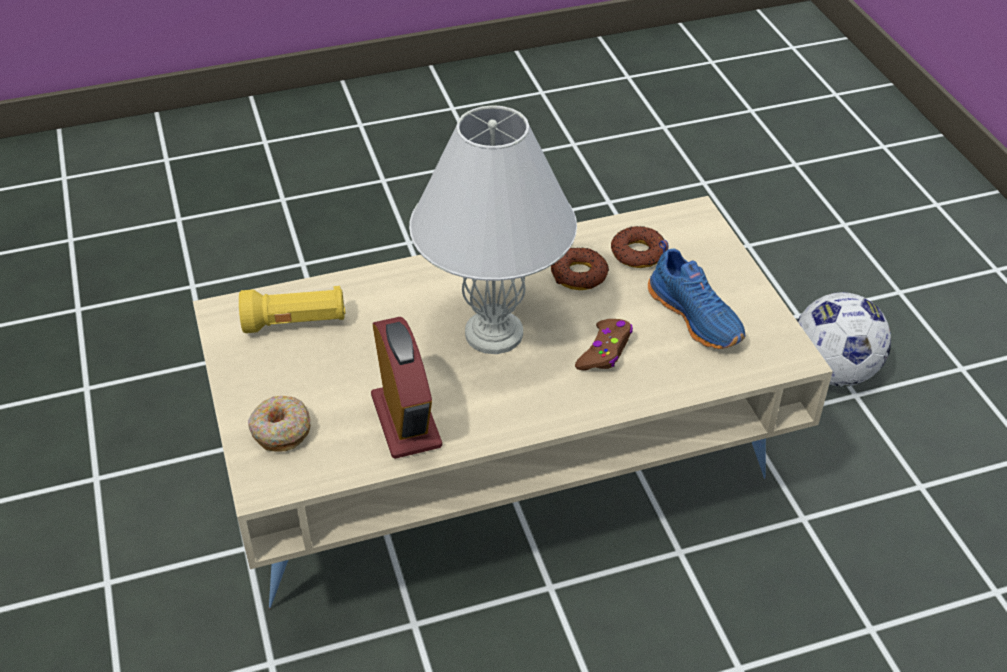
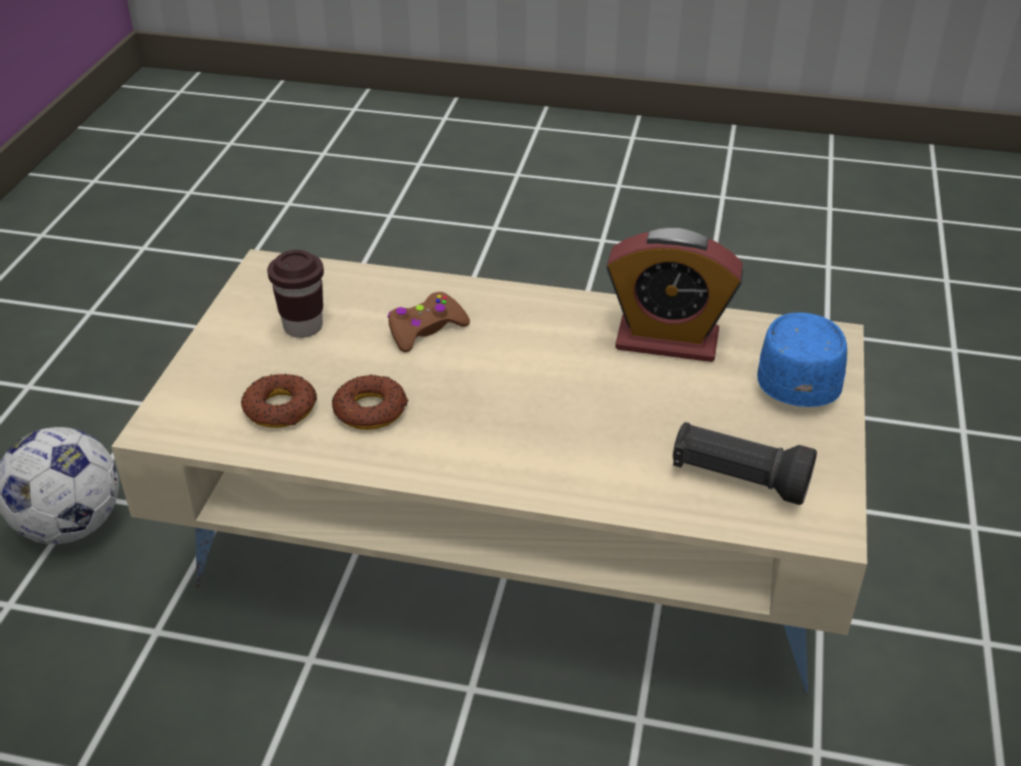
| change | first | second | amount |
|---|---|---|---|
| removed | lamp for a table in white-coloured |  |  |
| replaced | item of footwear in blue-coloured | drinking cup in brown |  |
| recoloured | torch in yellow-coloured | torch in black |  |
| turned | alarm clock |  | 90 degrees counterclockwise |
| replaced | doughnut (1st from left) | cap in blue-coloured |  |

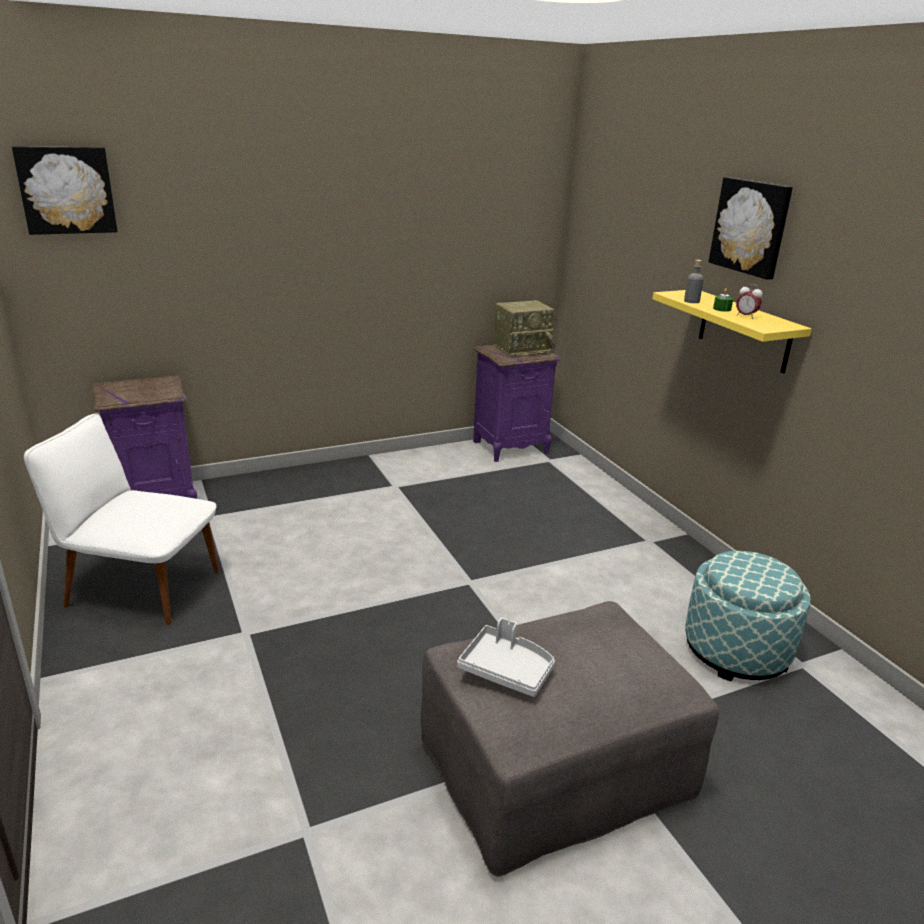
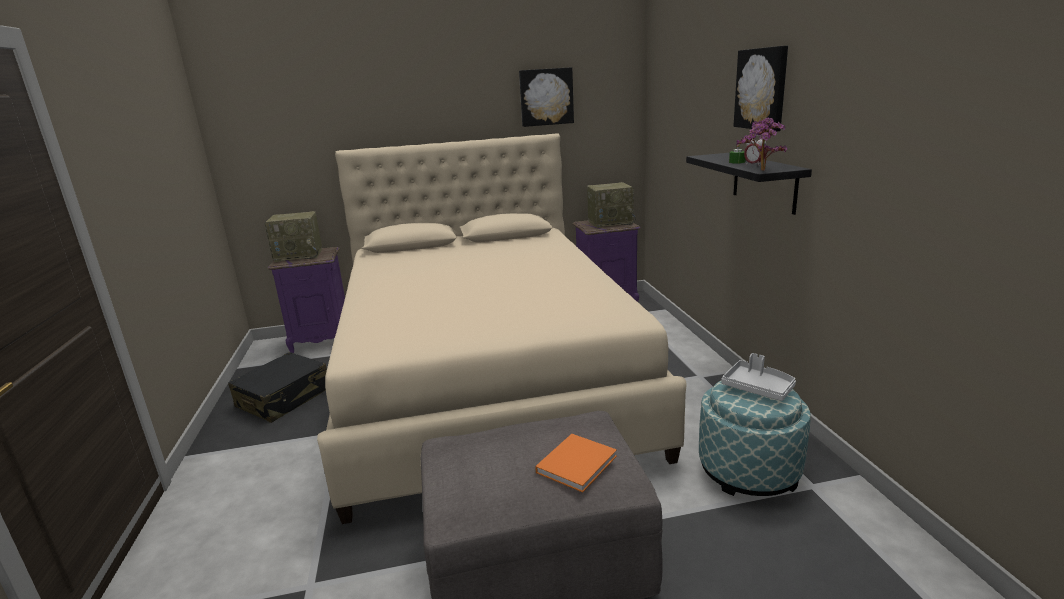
| change | first | second | amount |
|---|---|---|---|
| moved | wall picture (1st from left) |  |  |
| removed | bottle in grey |  |  |
| recoloured | wall shelf in yellow-coloured | wall shelf in black |  |
| replaced | chair in white-coloured | suitcase in black |  |
| moved | carrying tray in grey |  |  |
| added |  | potted plant |  |
| added |  | sleeping bed in beige |  |
| added |  | radio set (1st from left) |  |
| added |  | book in orange-coloured |  |

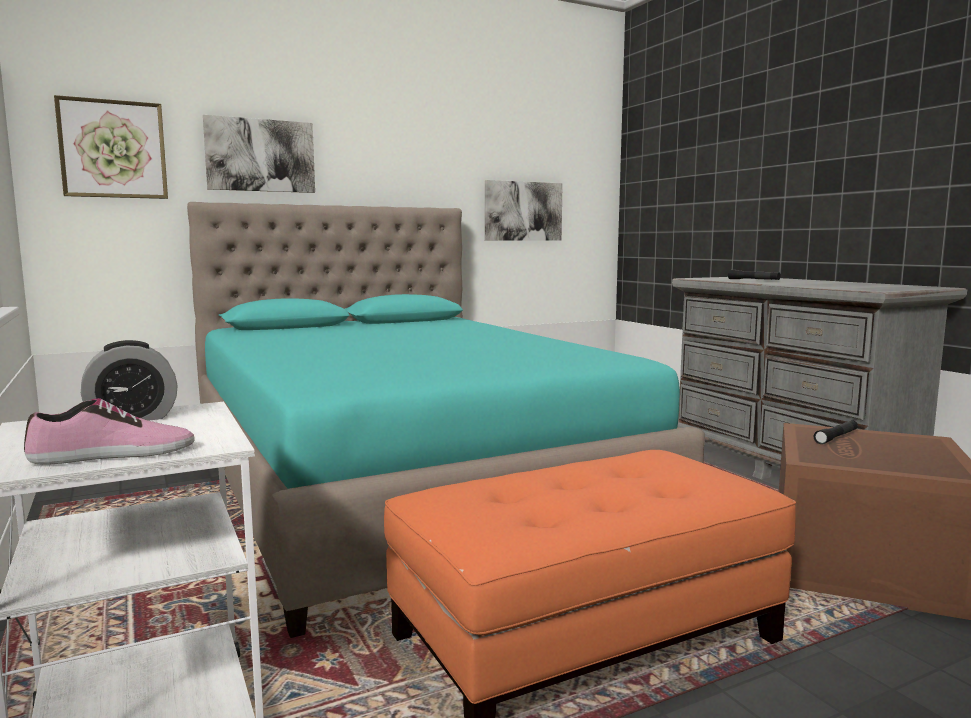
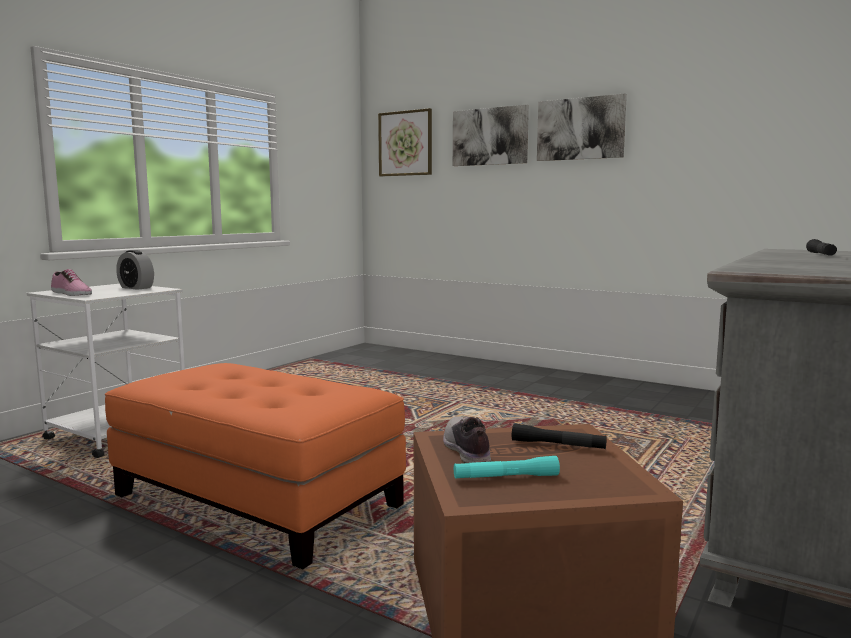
| change | first | second | amount |
|---|---|---|---|
| moved | wall picture (3rd from left) |  |  |
| removed | sleeping bed in turquoise-coloured |  |  |
| added |  | item of footwear (2nd from left) |  |
| added |  | torch in turquoise-coloured |  |

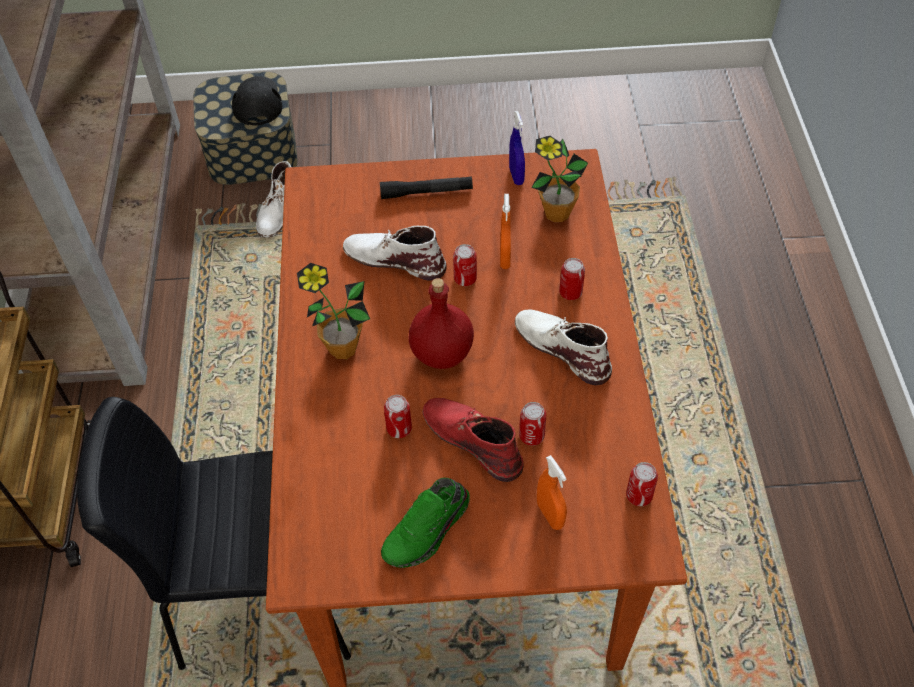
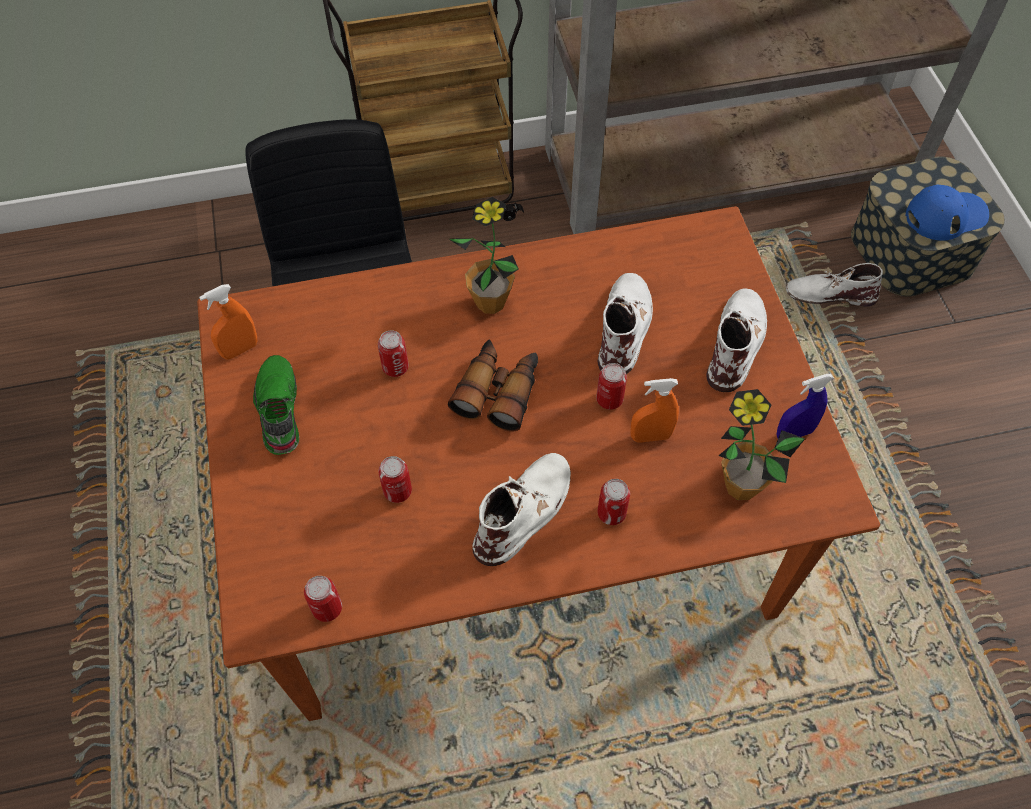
| change | first | second | amount |
|---|---|---|---|
| recoloured | cap in black | cap in blue-coloured |  |
| replaced | torch in black | tall boot in white-coloured (3rd from left) |  |
| replaced | bottle in reddish | pair of binoculars |  |
| removed | tall boot in reddish |  |  |
| moved | spray bottle in orange-coloured (2nd from left in the first image) | spray bottle in orange-coloured (1st from left) |  |
| turned | item of footwear in green |  | 45 degrees clockwise |

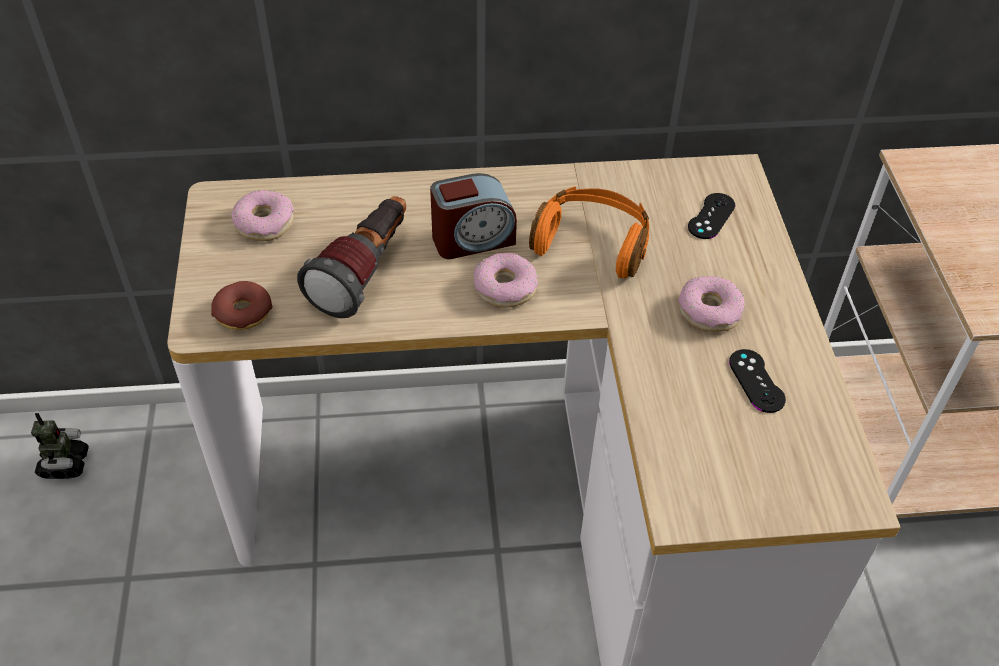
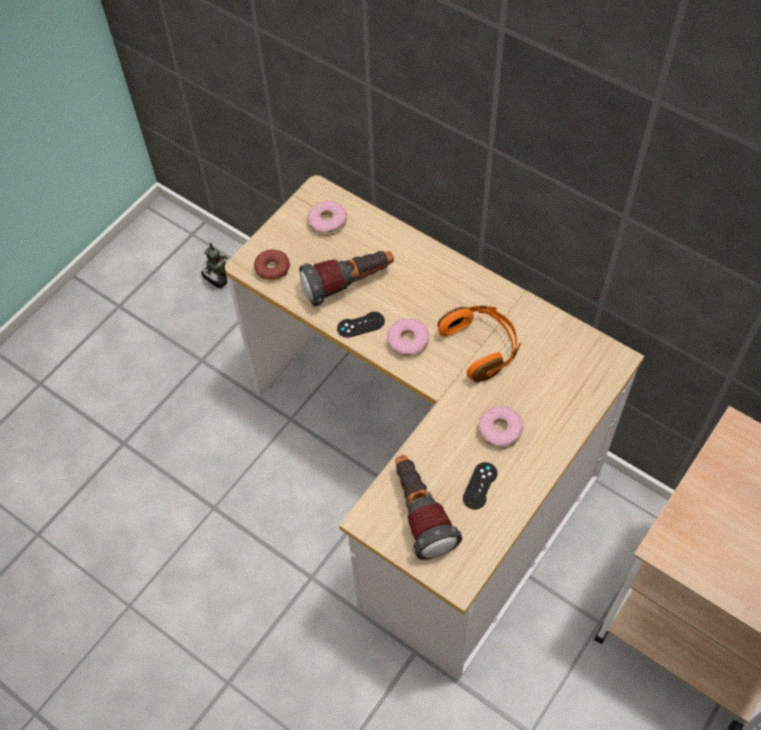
| change | first | second | amount |
|---|---|---|---|
| removed | alarm clock |  |  |
| moved | gamepad in black (1st from left) |  |  |
| added |  | torch (2nd from left) |  |

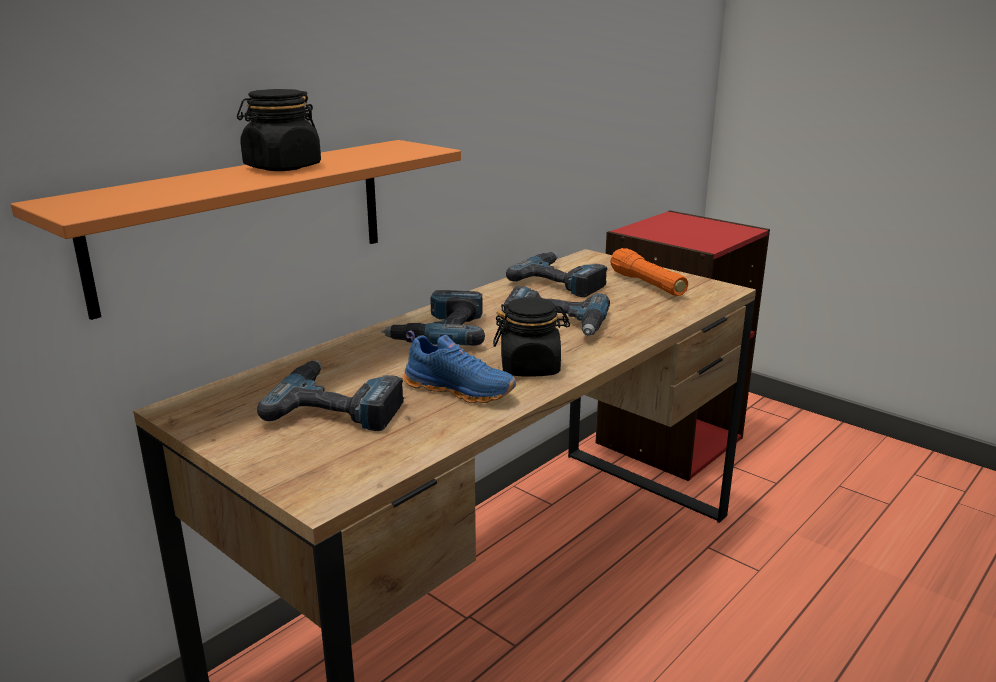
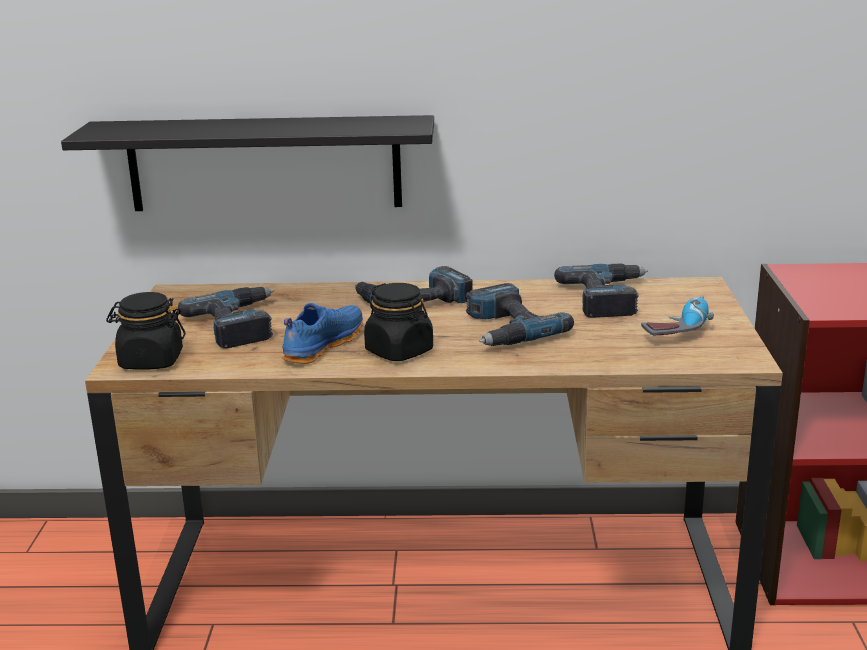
| change | first | second | amount |
|---|---|---|---|
| moved | preserve jar in black (1st from left) |  |  |
| recoloured | wall shelf in orange-coloured | wall shelf in black |  |
| replaced | torch in orange-coloured | drill (5th from left) |  |
| turned | item of footwear in blue-coloured |  | 135 degrees counterclockwise |

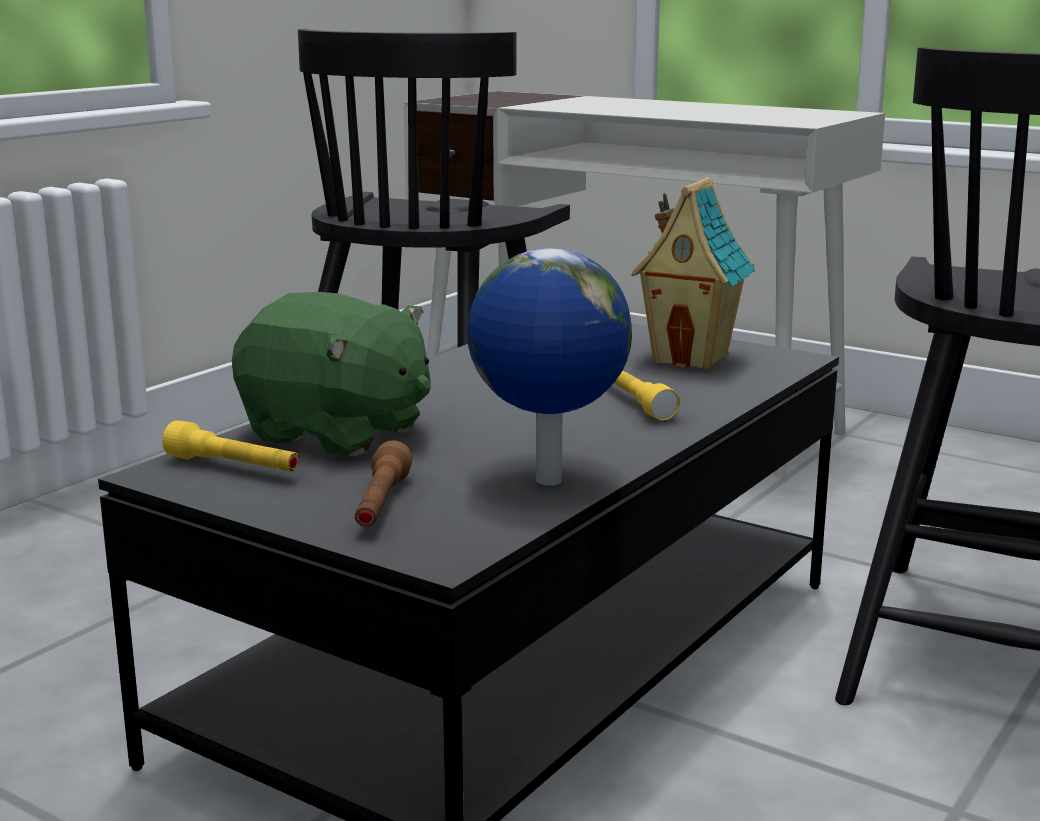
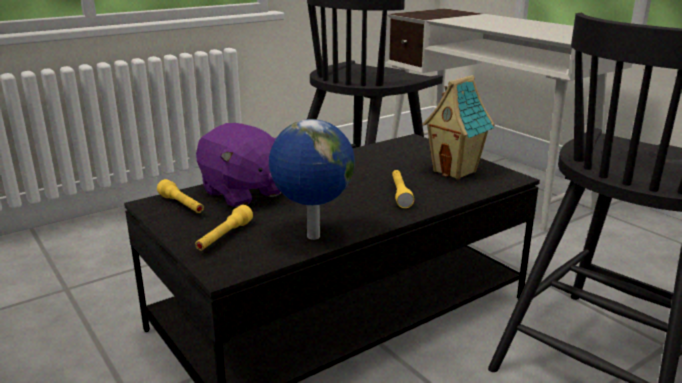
| change | first | second | amount |
|---|---|---|---|
| recoloured | soft toy in green | soft toy in purplish |  |
| recoloured | torch in brown | torch in yellow-coloured (2nd from left) |  |

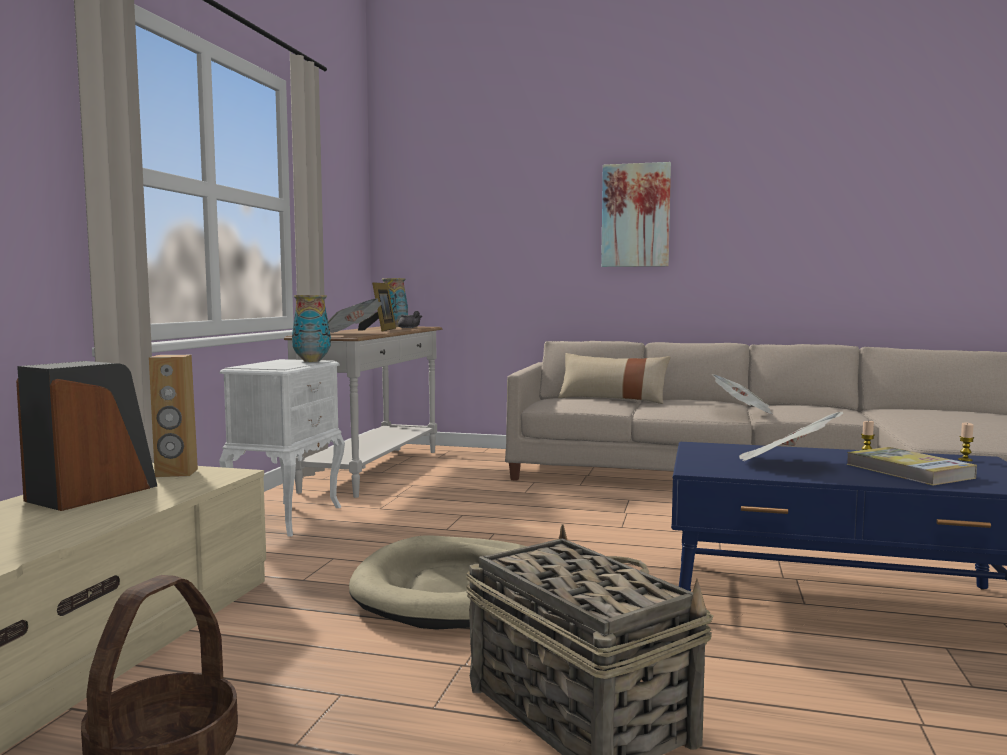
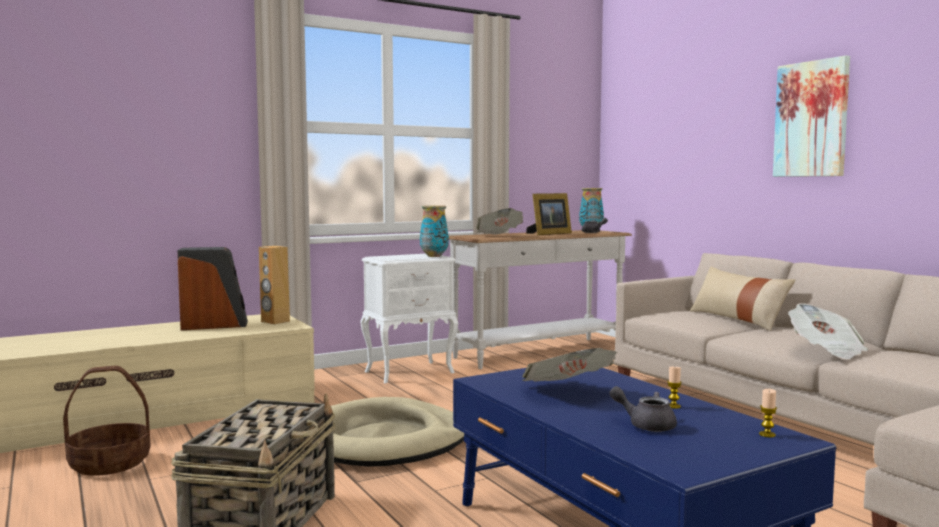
| change | first | second | amount |
|---|---|---|---|
| replaced | book | tea pot in grey (2nd from left) |  |

